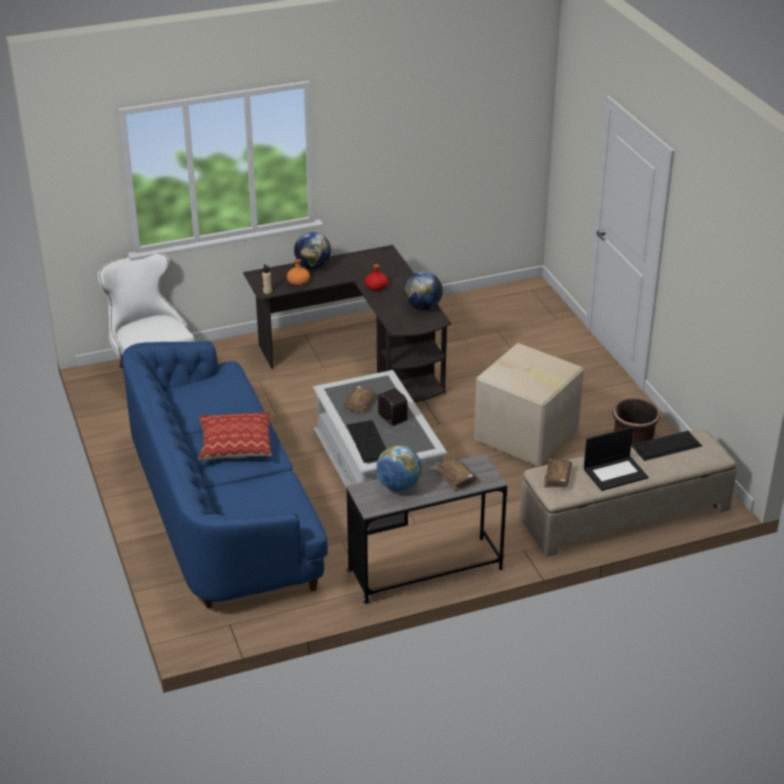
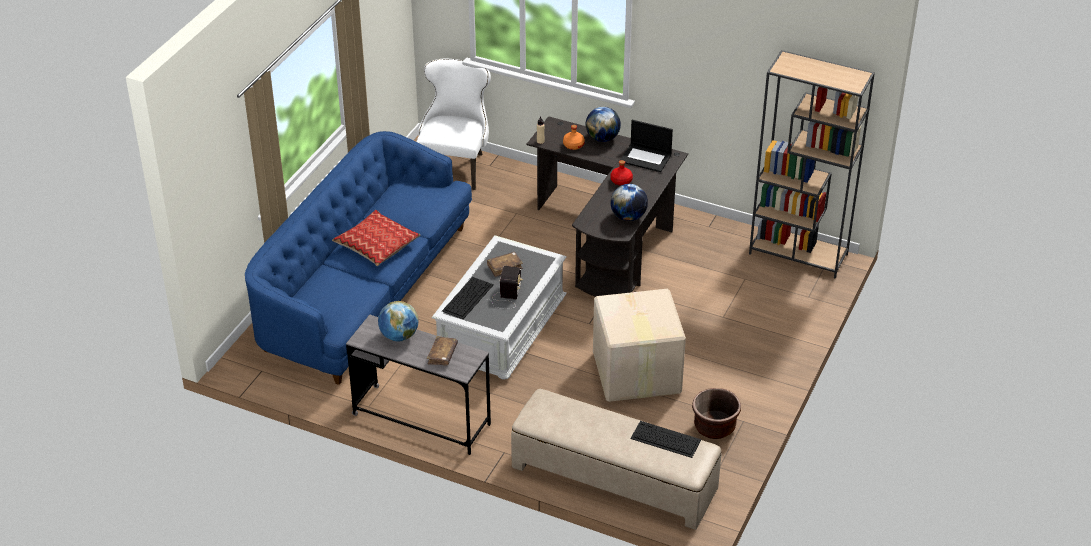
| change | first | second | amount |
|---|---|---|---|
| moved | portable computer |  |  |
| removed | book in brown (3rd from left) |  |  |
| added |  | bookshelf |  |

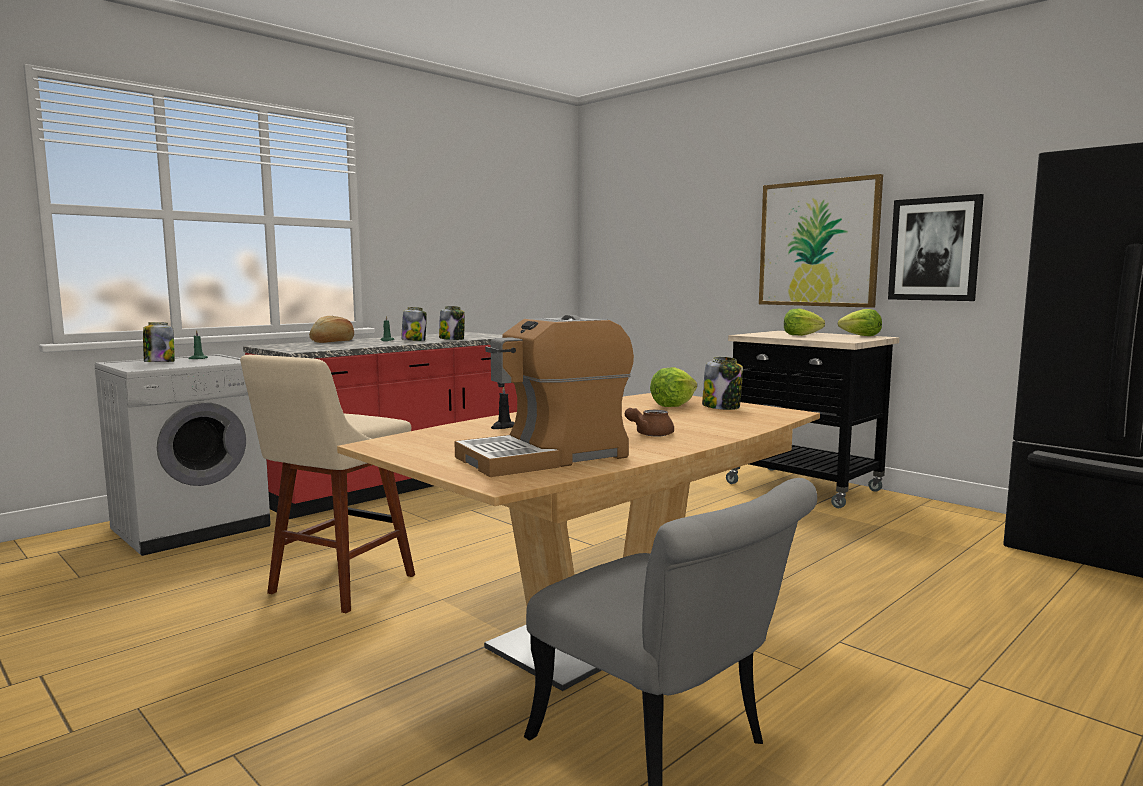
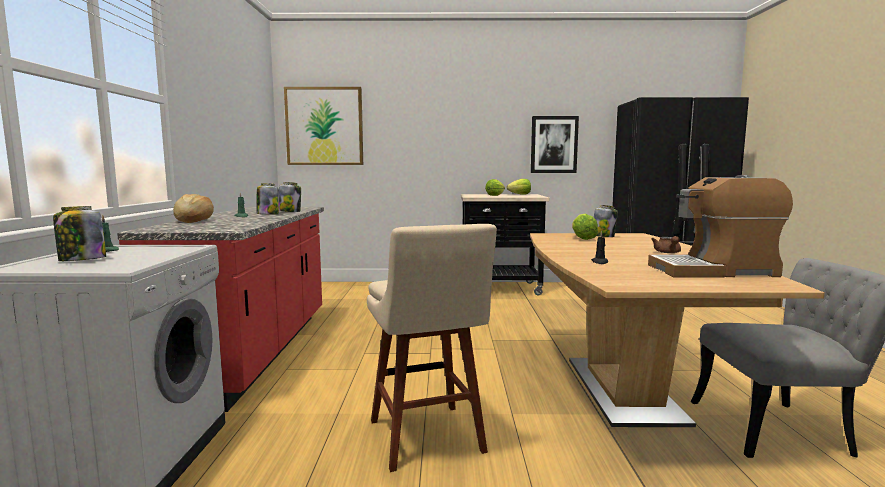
| change | first | second | amount |
|---|---|---|---|
| moved | wall picture (1st from left) |  |  |
| turned | coffee maker |  | 75 degrees clockwise |

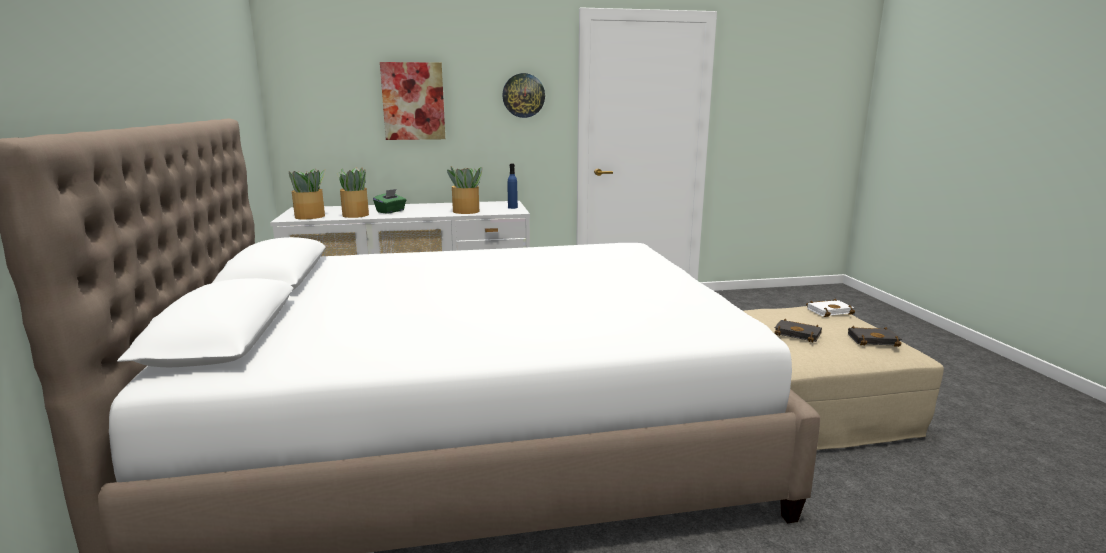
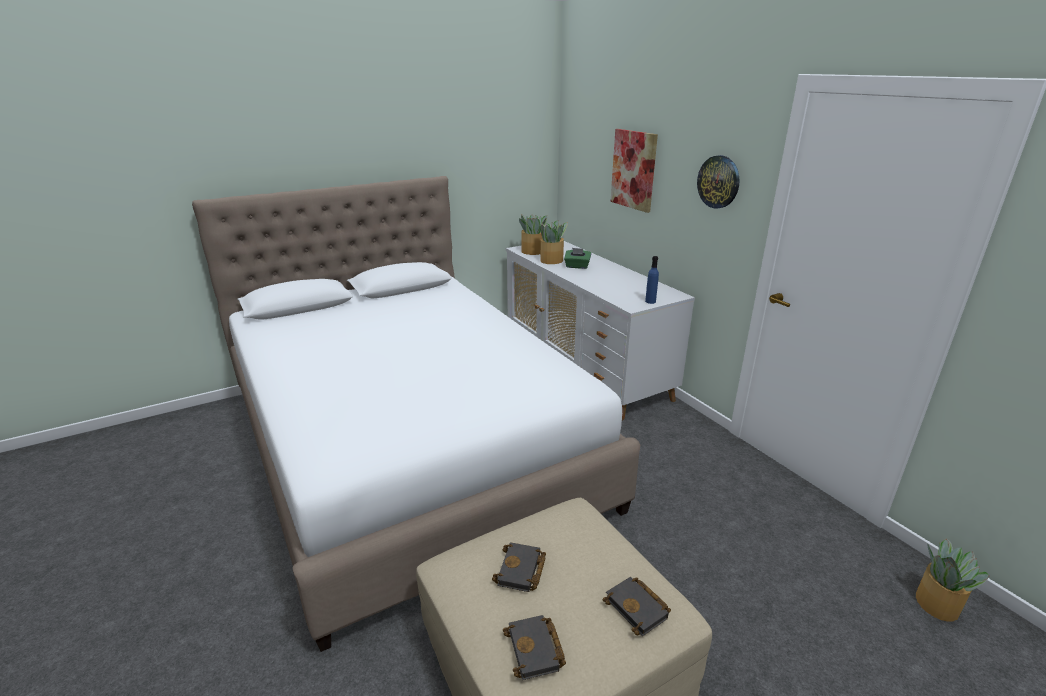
| change | first | second | amount |
|---|---|---|---|
| moved | potted plant (3rd from left) |  |  |
| recoloured | book in white-coloured | book in black (3rd from left) |  |

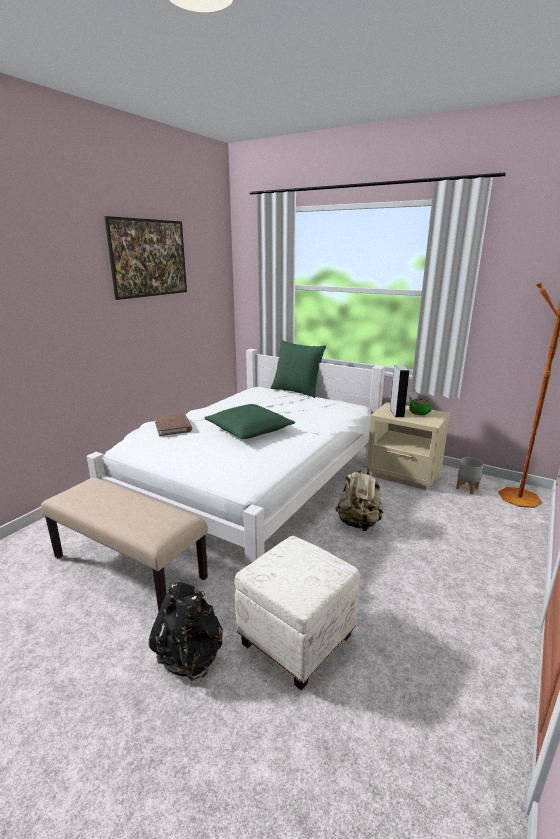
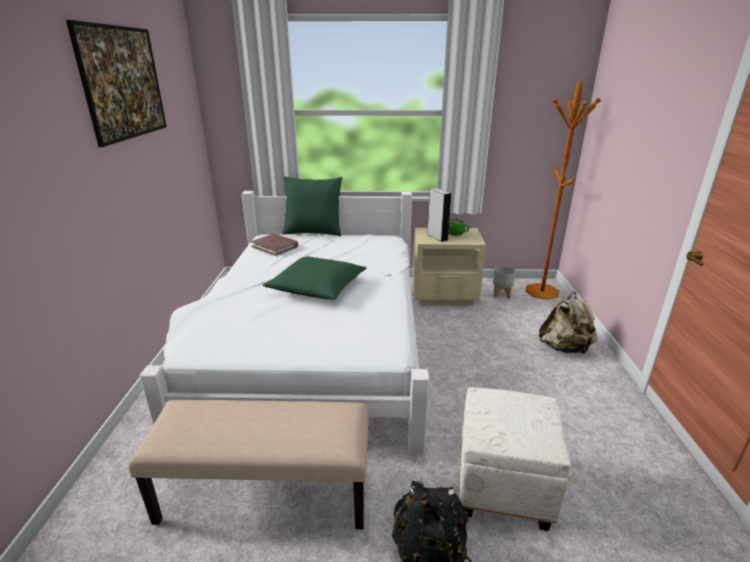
| change | first | second | amount |
|---|---|---|---|
| moved | book in brown |  |  |
| moved | backpack in beige |  |  |

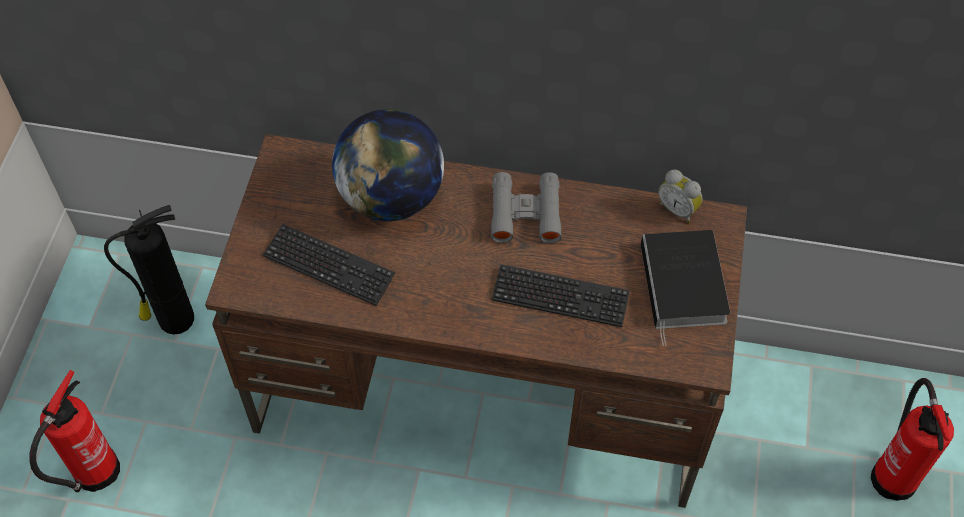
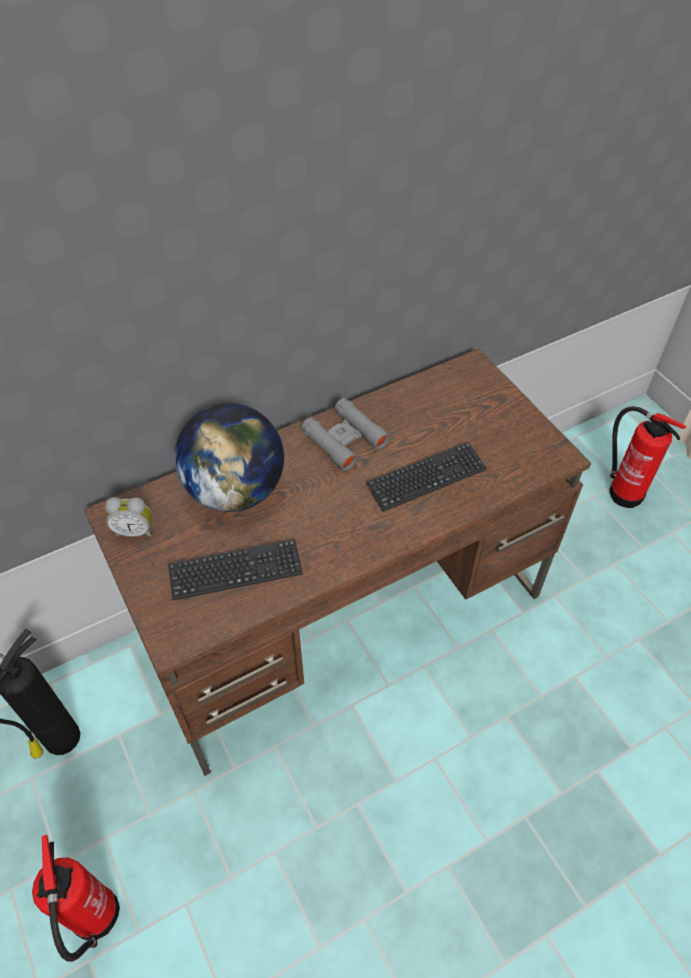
| change | first | second | amount |
|---|---|---|---|
| moved | alarm clock |  |  |
| removed | book |  |  |

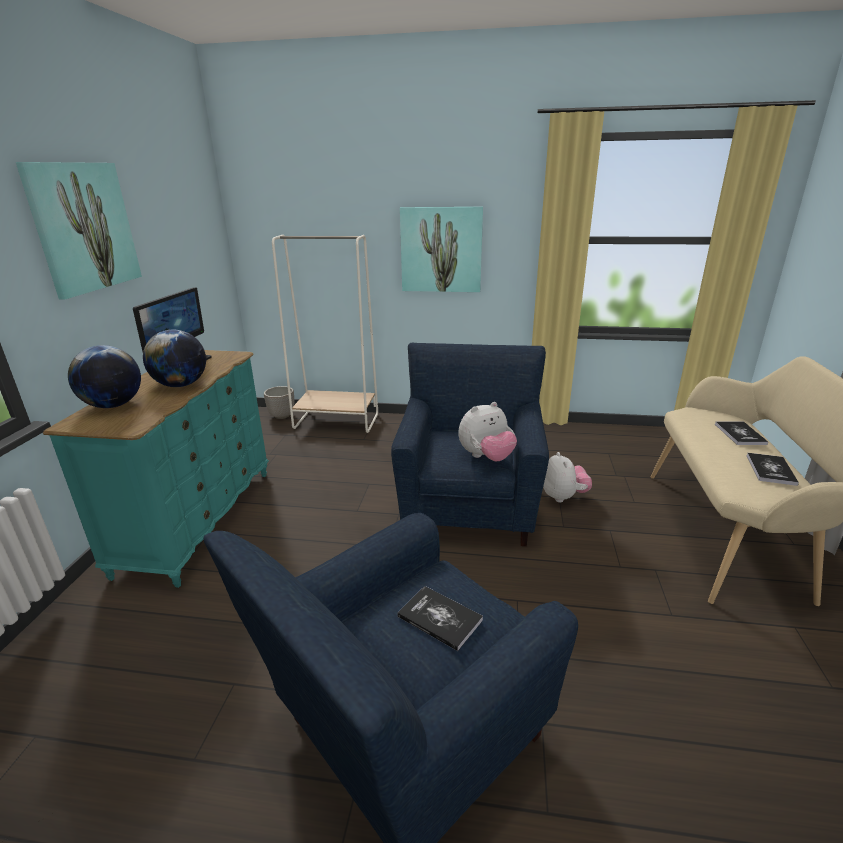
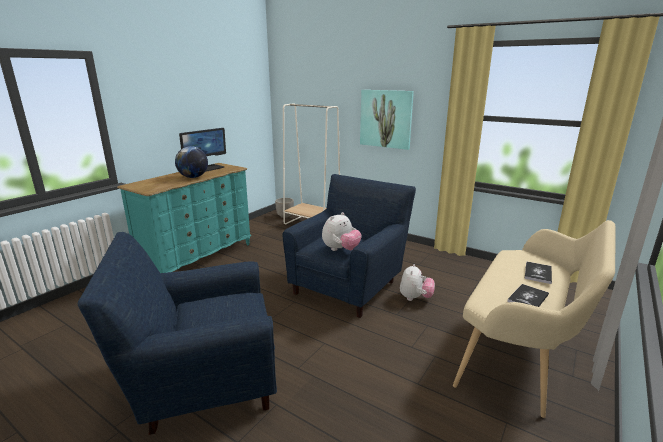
| change | first | second | amount |
|---|---|---|---|
| removed | wall picture (1st from left) |  |  |
| removed | world globe (1st from left) |  |  |
| turned | soft toy (1st from left) |  | 45 degrees counterclockwise |
| removed | book (1st from left) |  |  |

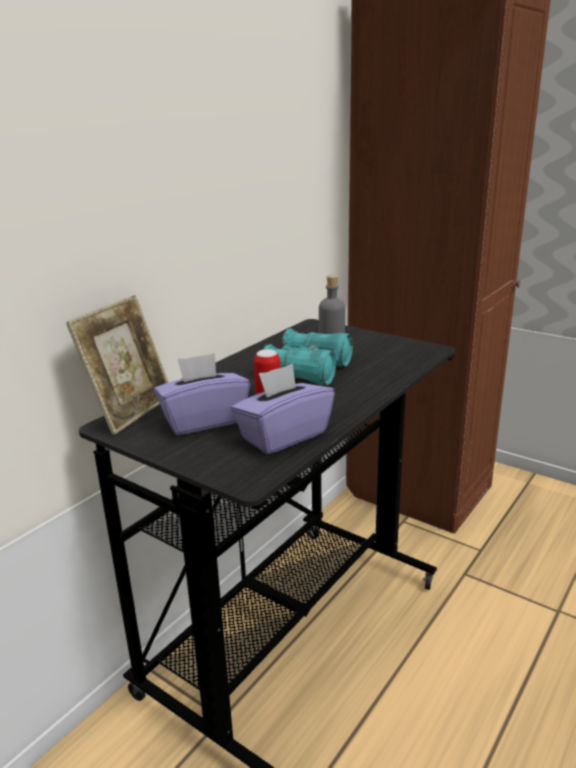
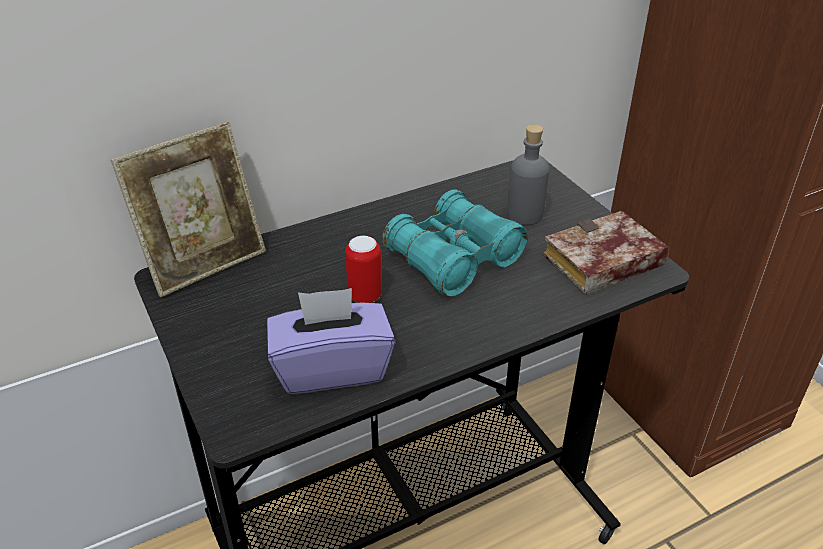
| change | first | second | amount |
|---|---|---|---|
| removed | tissue box in purplish (1st from left) |  |  |
| added |  | book |  |

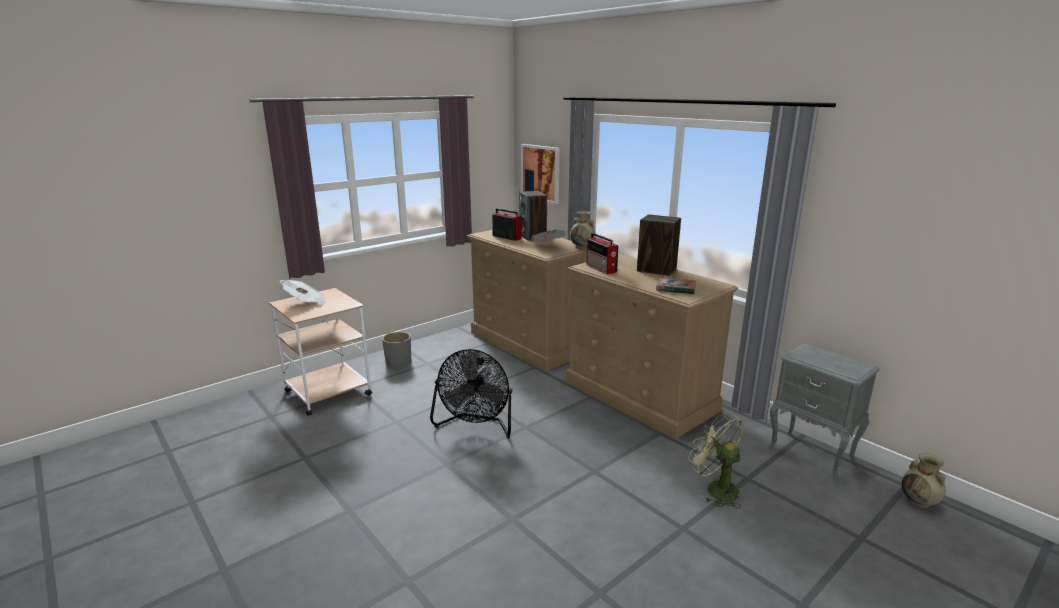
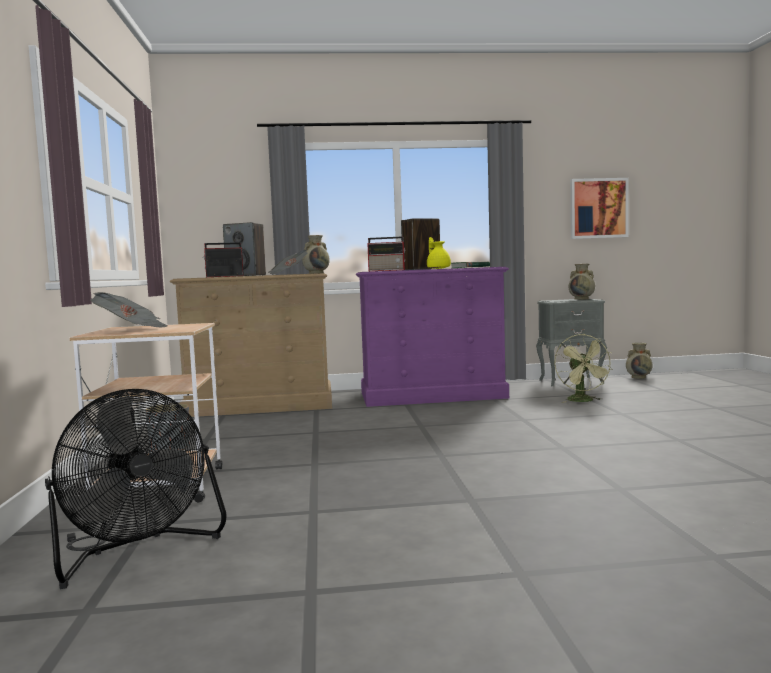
| change | first | second | amount |
|---|---|---|---|
| moved | wall picture |  |  |
| recoloured | chest of drawers in beige (2nd from left) | chest of drawers in purplish |  |
| moved | fan in black |  |  |
| turned | fan in green |  | 90 degrees counterclockwise |
| added |  | tea pot in yellow-coloured |  |
| added |  | vase in beige (2nd from left) |  |

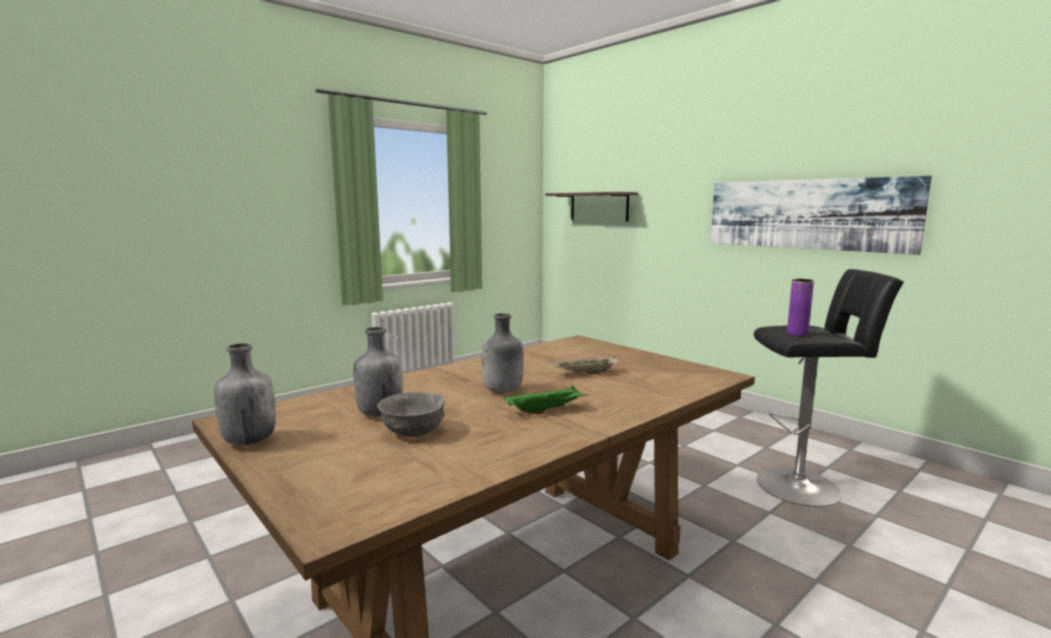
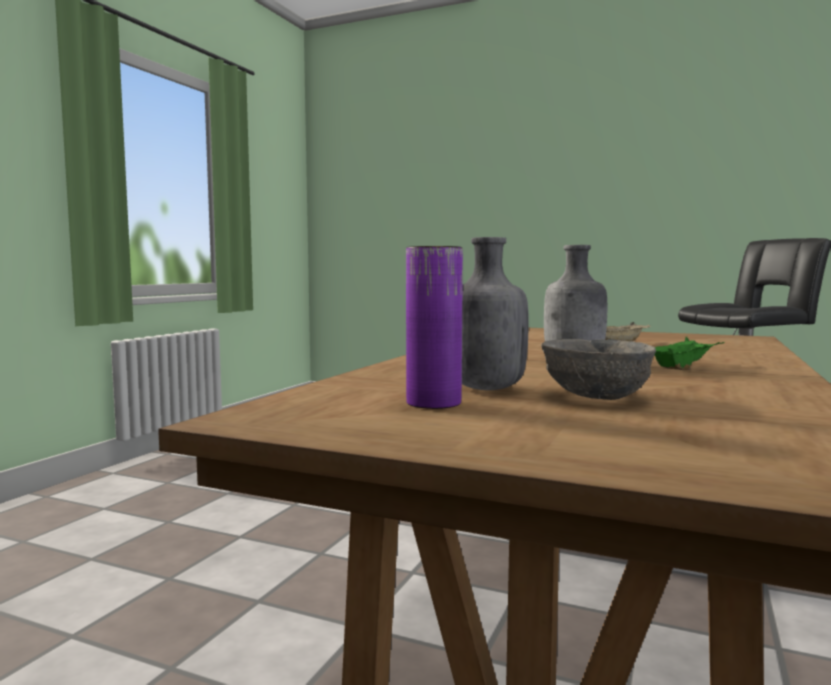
| change | first | second | amount |
|---|---|---|---|
| removed | wall picture |  |  |
| removed | wall shelf |  |  |
| moved | vase in purplish |  |  |
| removed | bottle in grey (1st from left) |  |  |

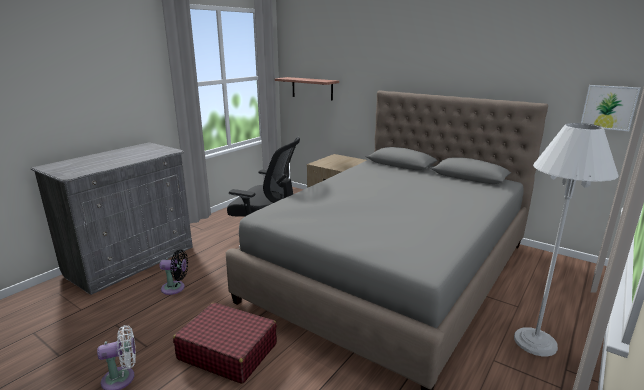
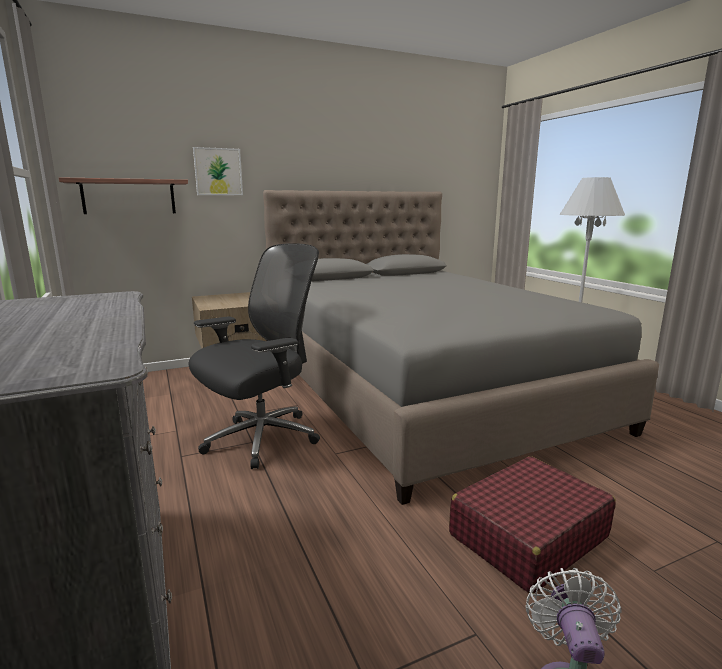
| change | first | second | amount |
|---|---|---|---|
| moved | wall picture |  |  |
| removed | fan in black |  |  |

